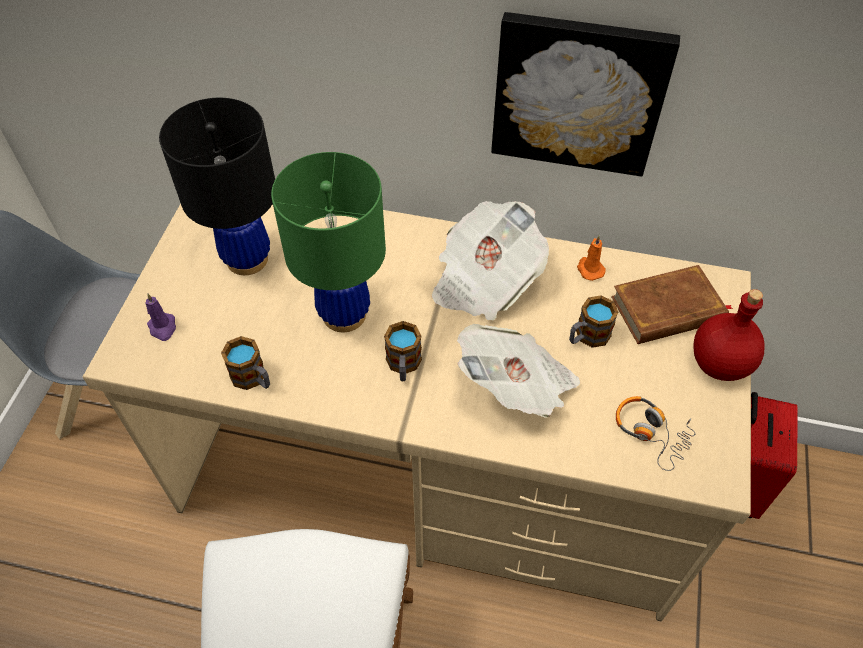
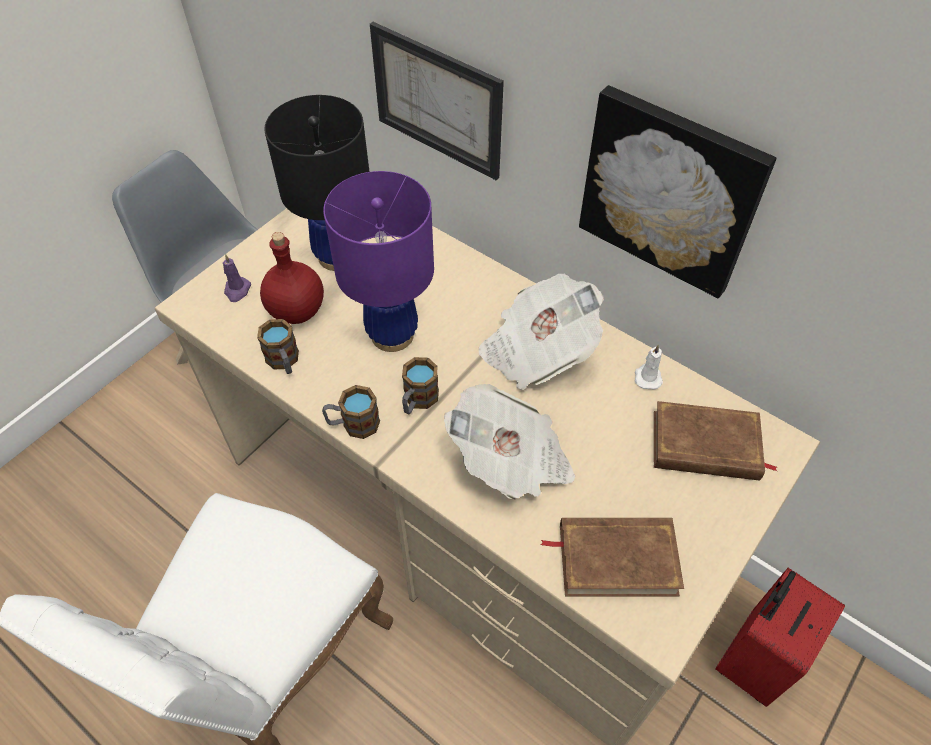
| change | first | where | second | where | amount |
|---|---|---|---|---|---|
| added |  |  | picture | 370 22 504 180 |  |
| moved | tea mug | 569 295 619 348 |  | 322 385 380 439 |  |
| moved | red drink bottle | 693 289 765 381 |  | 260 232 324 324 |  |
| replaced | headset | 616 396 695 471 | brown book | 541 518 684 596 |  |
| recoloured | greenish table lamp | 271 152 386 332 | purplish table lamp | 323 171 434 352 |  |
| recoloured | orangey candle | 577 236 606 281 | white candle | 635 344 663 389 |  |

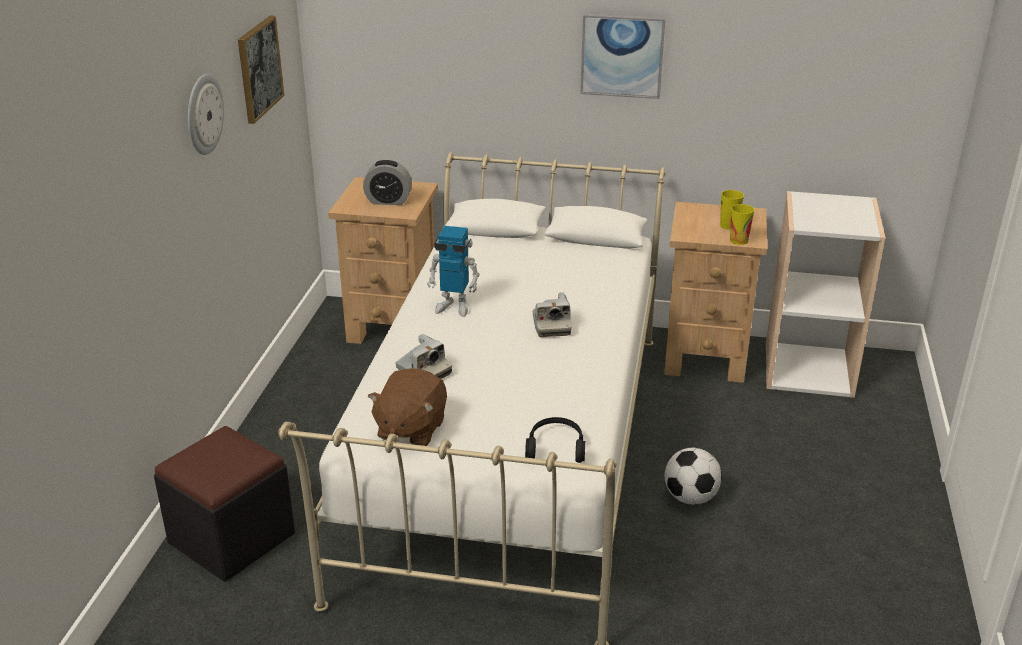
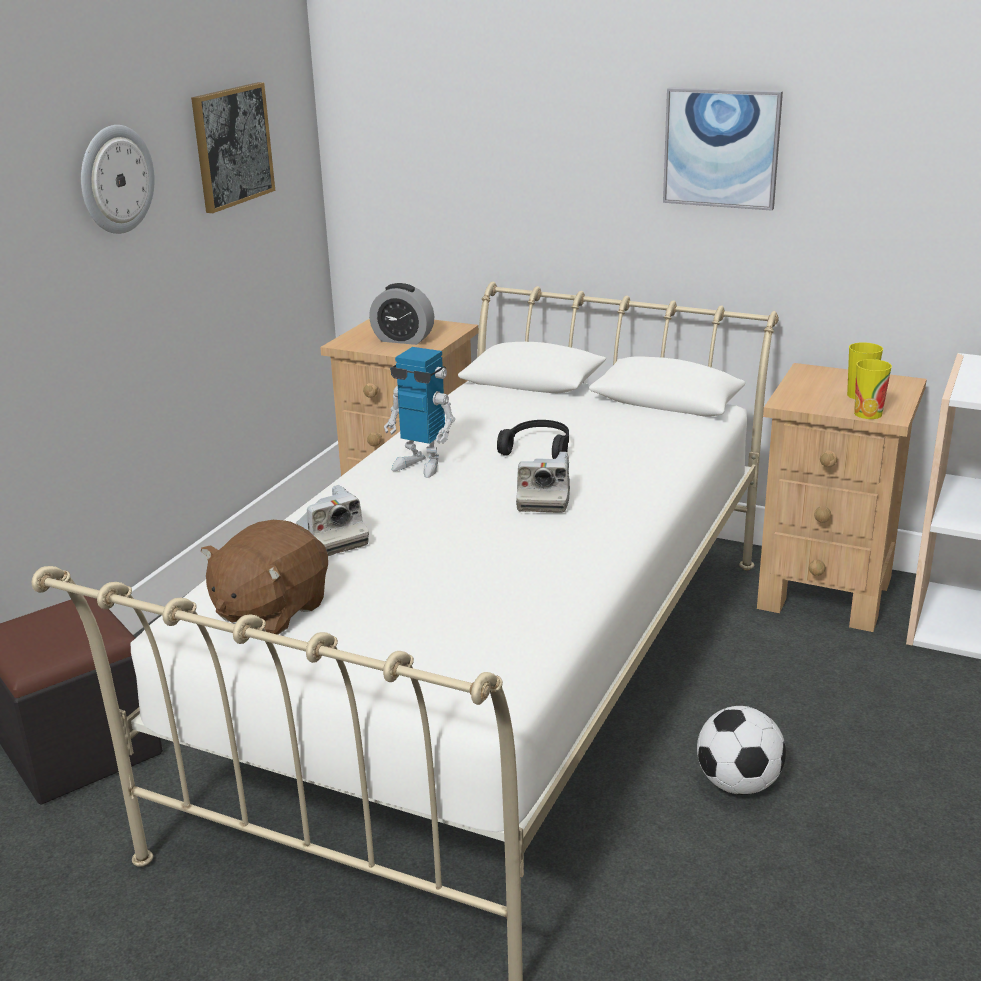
| change | first | where | second | where | amount |
|---|---|---|---|---|---|
| moved | black-coloured headset | 525 417 585 463 |  | 497 420 569 459 |  |

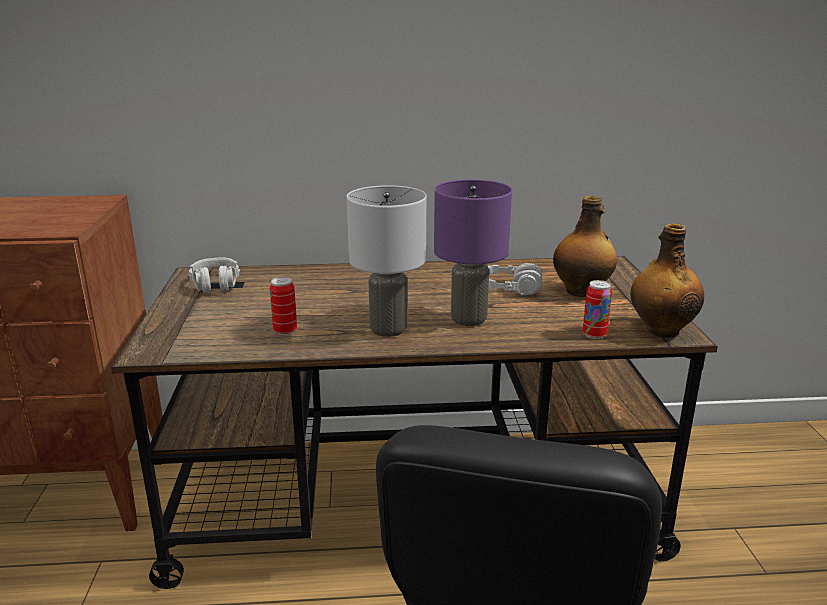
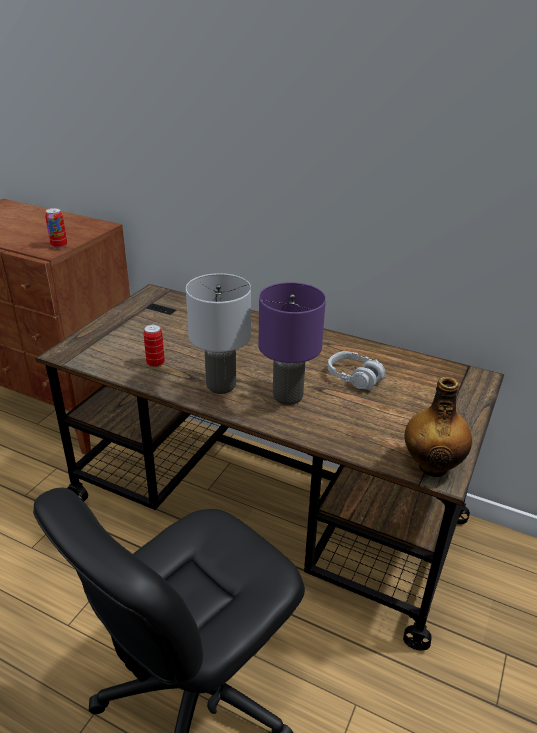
| change | first | where | second | where | amount |
|---|---|---|---|---|---|
| removed | greyish headset | 188 258 240 292 |  |  |  |
| removed | drink bottle | 553 196 617 297 |  |  |  |
| moved | can | 583 280 612 339 |  | 45 208 67 249 |  |

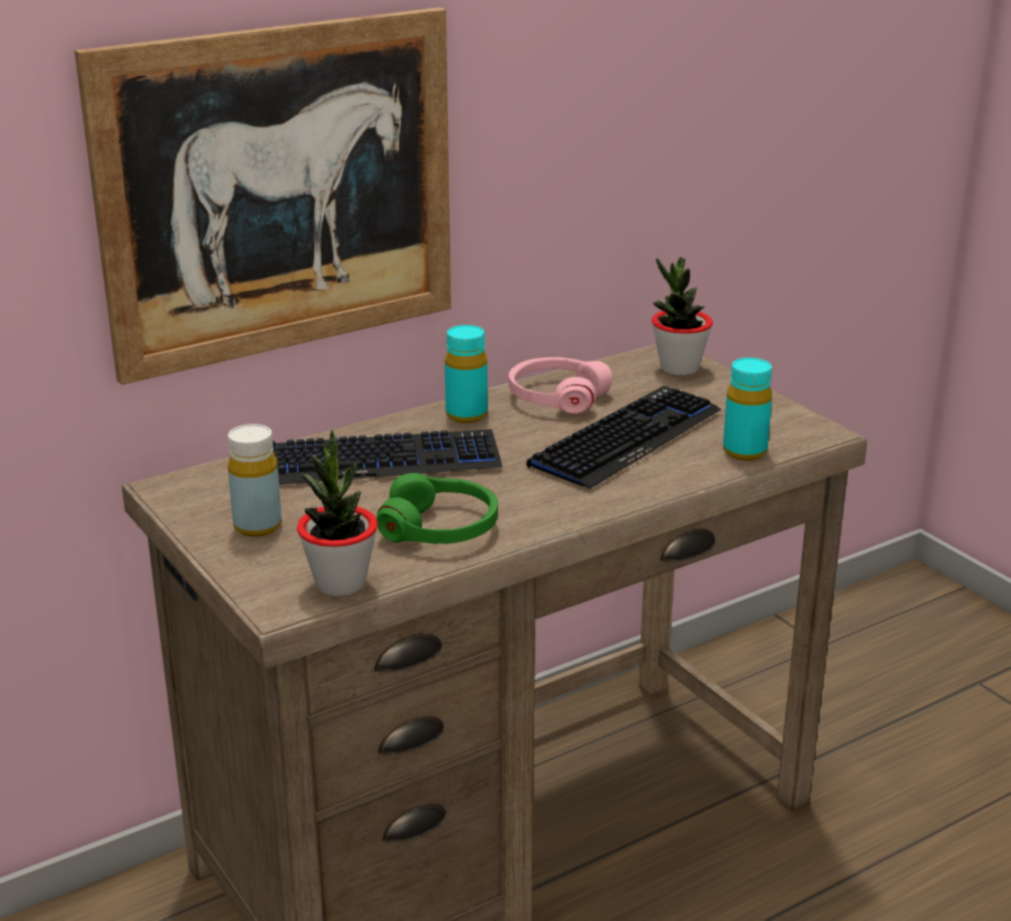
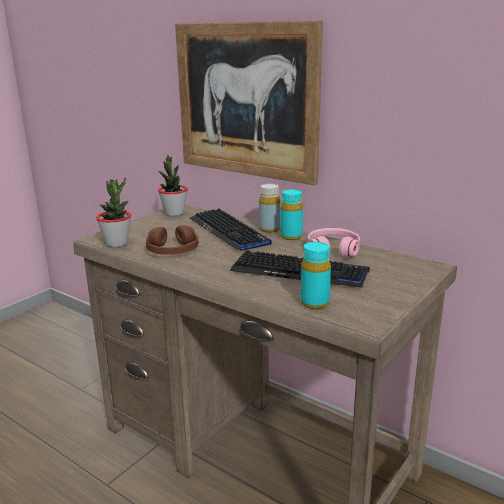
| change | first | where | second | where | amount |
|---|---|---|---|---|---|
| moved | yellow drink bottle | 228 424 282 537 |  | 259 184 280 233 |  |
| moved | plant in a pot | 652 257 713 376 |  | 158 155 188 216 |  |
| recoloured | greenish headset | 376 473 498 544 | brown headset | 146 225 199 255 |  |

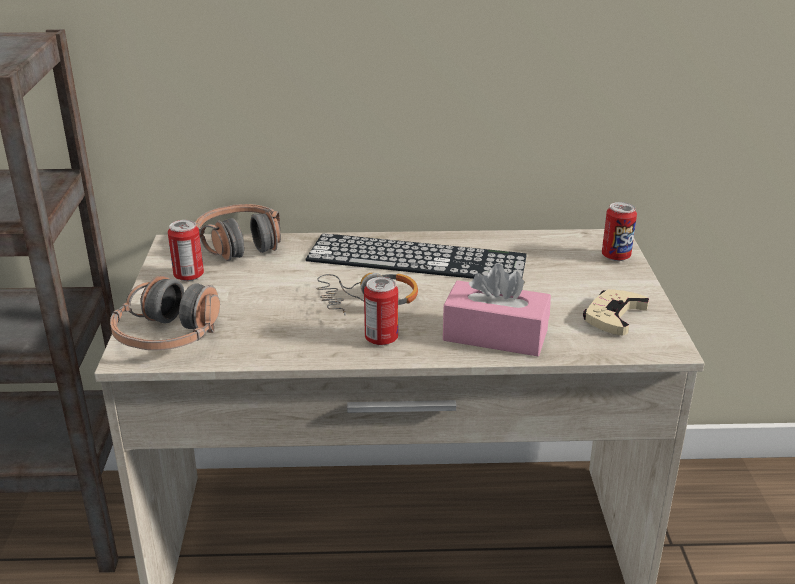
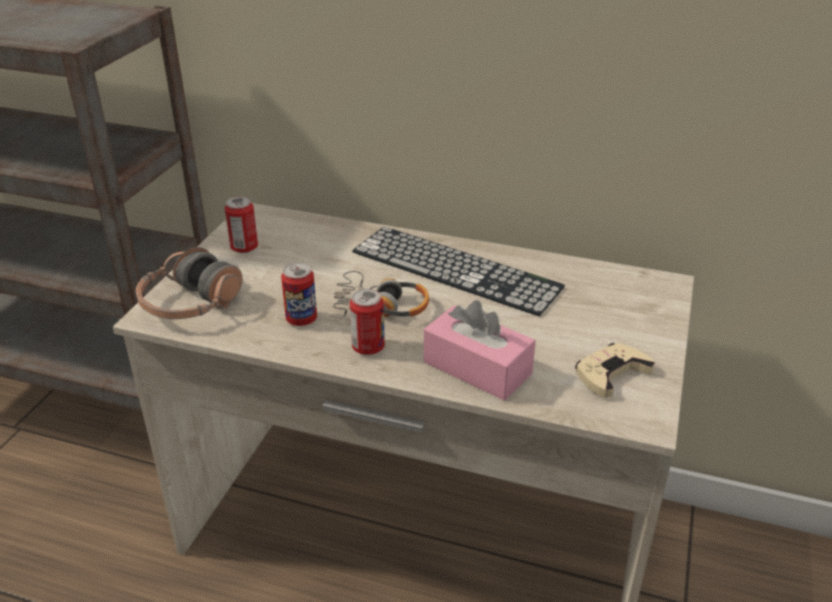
| change | first | where | second | where | amount |
|---|---|---|---|---|---|
| removed | headset | 195 204 281 261 |  |  |  |
| moved | can | 602 202 637 261 |  | 281 263 317 326 |  |

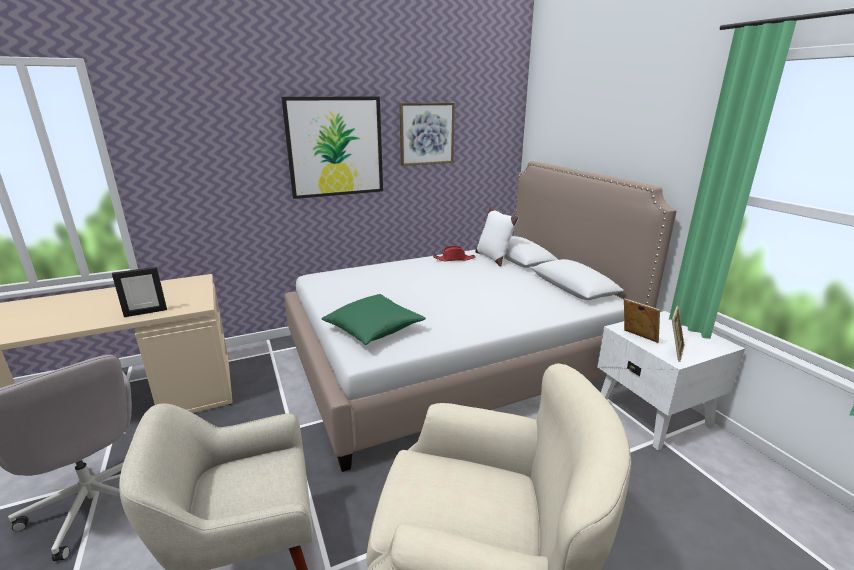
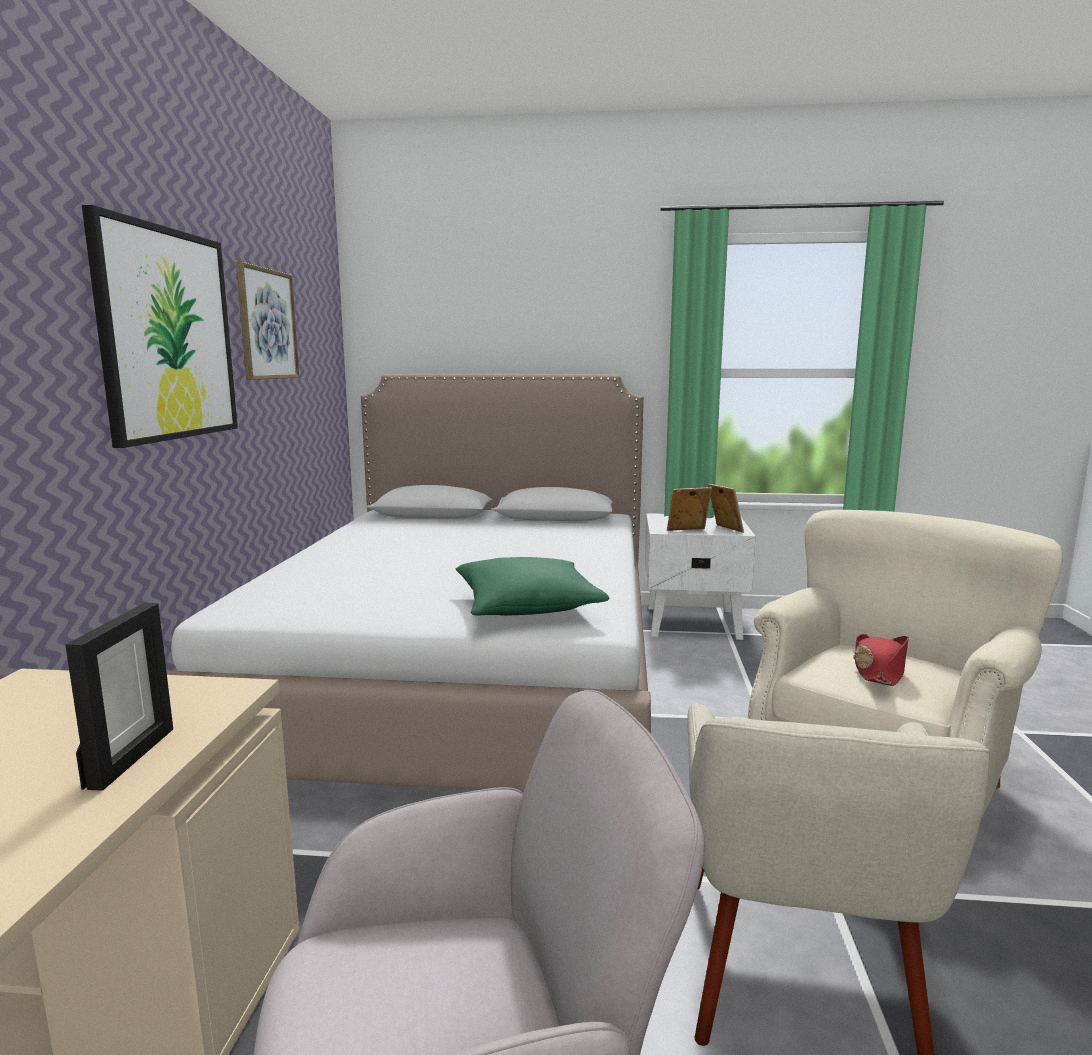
| change | first | where | second | where | amount |
|---|---|---|---|---|---|
| removed | white pillow | 475 207 519 267 |  |  |  |
| moved | red hat | 433 246 475 261 |  | 853 634 909 686 |  |

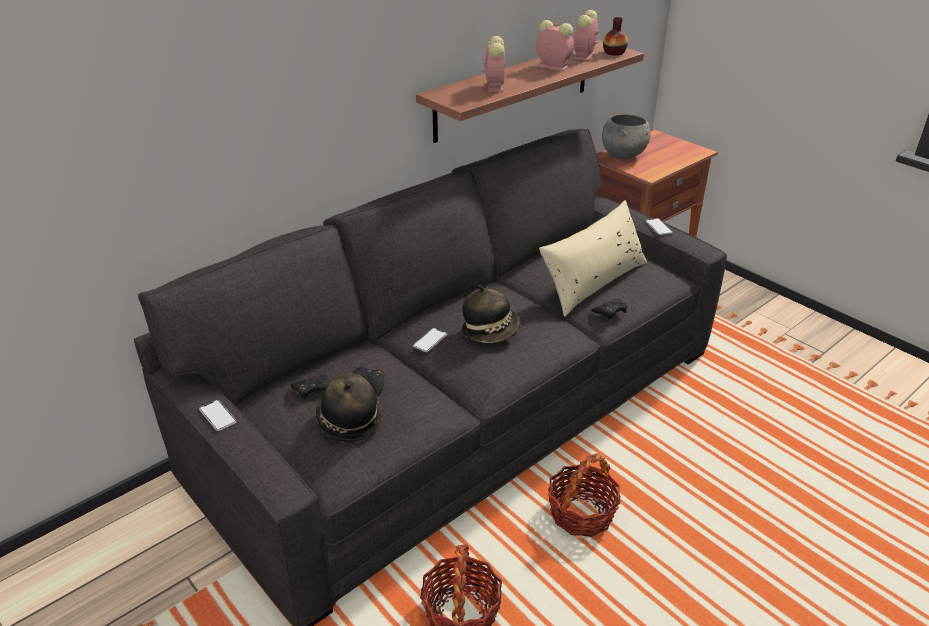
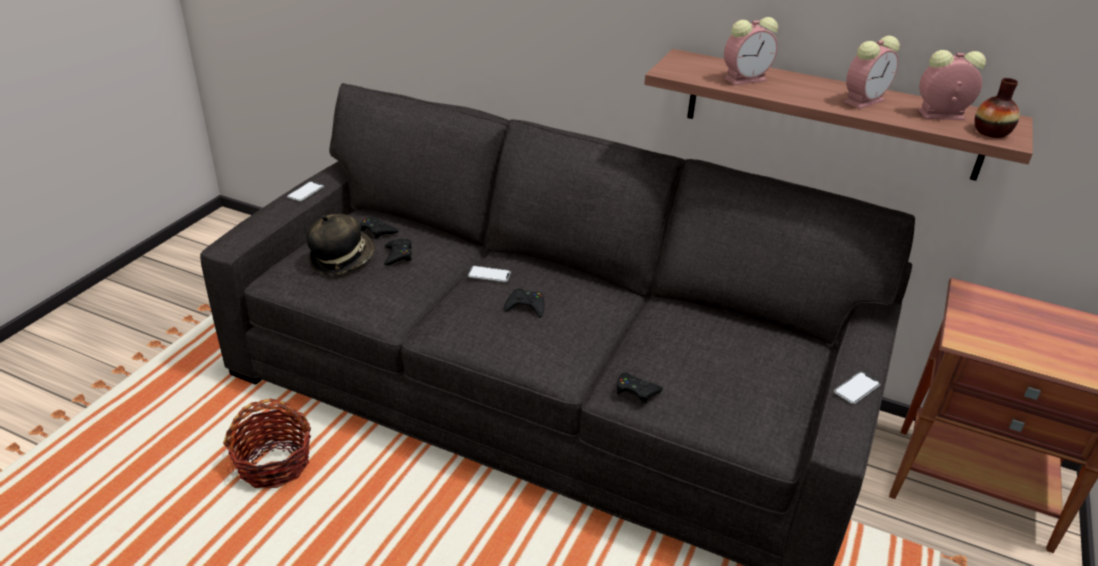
| change | first | where | second | where | amount |
|---|---|---|---|---|---|
| removed | beige pillow | 539 200 647 317 |  |  |  |
| removed | household basket | 548 453 621 537 |  |  |  |
| removed | greyish deep dish | 602 114 651 159 |  |  |  |
| replaced | hat | 462 285 520 343 | black-coloured joypad | 504 288 544 318 |  |
| turned | alarm clock | 536 20 574 72 |  | 843 36 900 109 | 45 degrees clockwise |

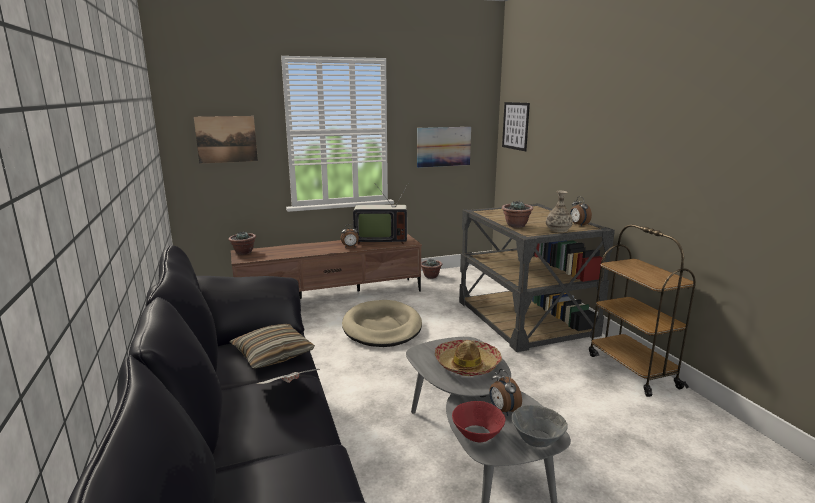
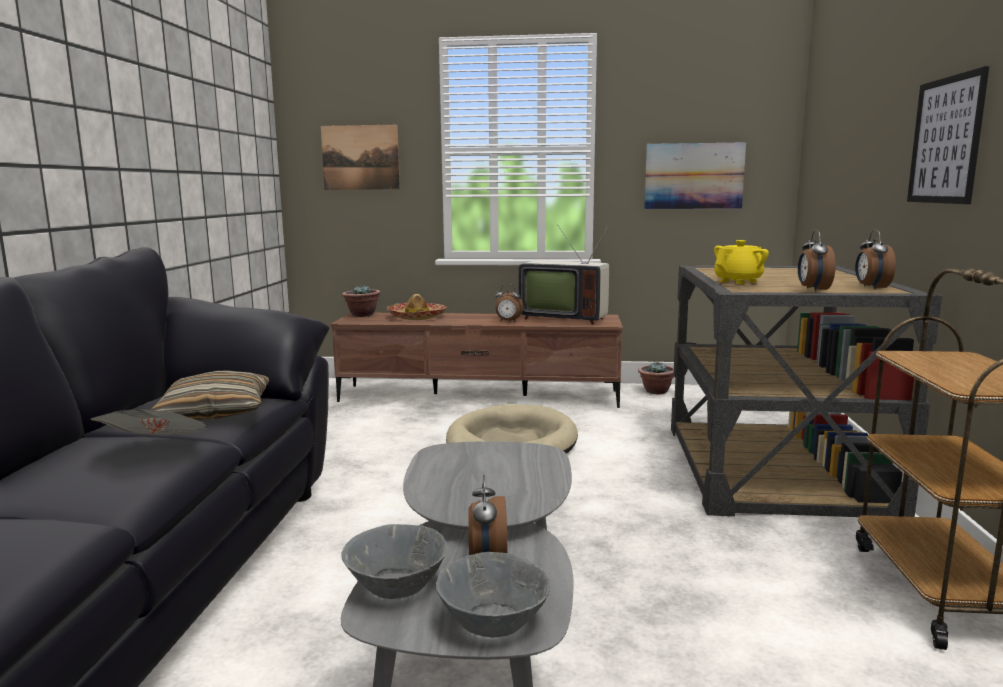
| change | first | where | second | where | amount |
|---|---|---|---|---|---|
| moved | hat | 435 340 502 376 |  | 387 294 447 320 |  |
| moved | picture | 502 102 530 151 |  | 907 66 989 204 |  |
| replaced | plant in a pot | 502 201 533 228 | yellow tea pot | 714 240 769 284 |  |
| replaced | vase | 546 191 573 233 | alarm clock | 798 230 836 292 |  |
| recoloured | red deep dish | 452 401 506 442 | greyish deep dish | 342 524 447 599 |  |

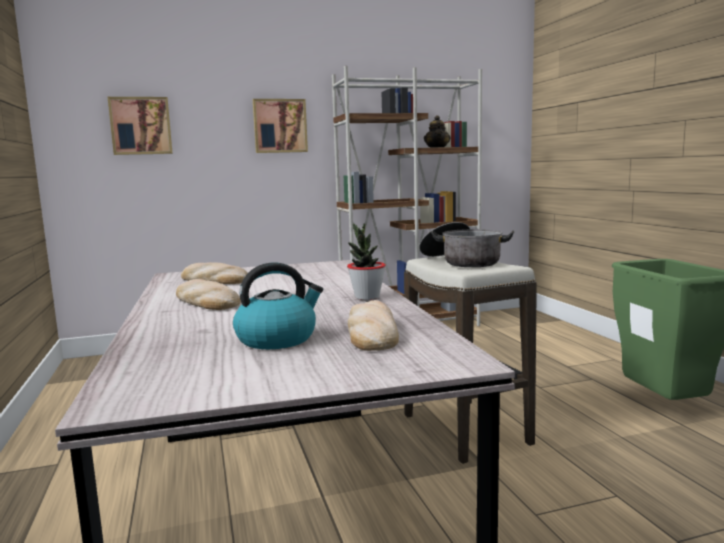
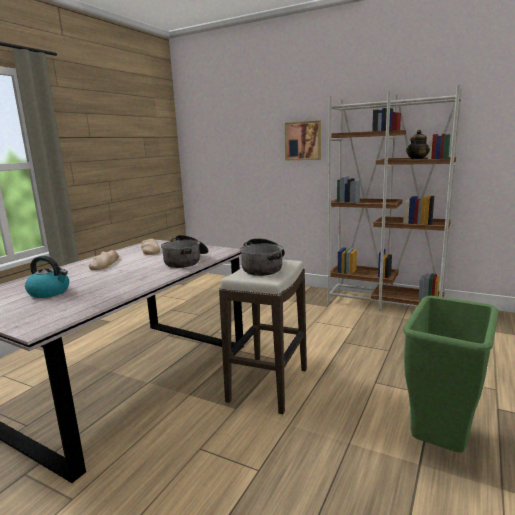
| change | first | where | second | where | amount |
|---|---|---|---|---|---|
| removed | picture | 108 97 173 155 |  |  |  |
| removed | plant in a pot | 347 222 386 300 |  |  |  |
| removed | bakery bread | 348 300 399 351 |  |  |  |
| added |  |  | stockpot | 161 235 208 268 |  |

